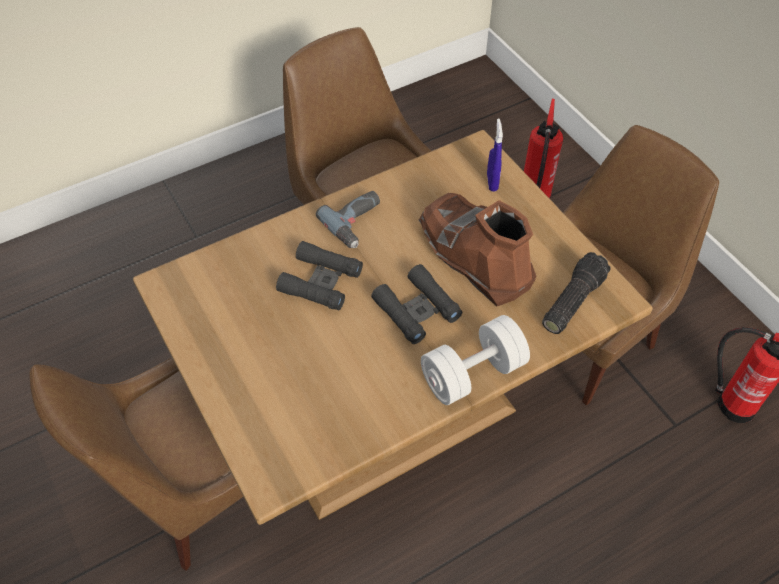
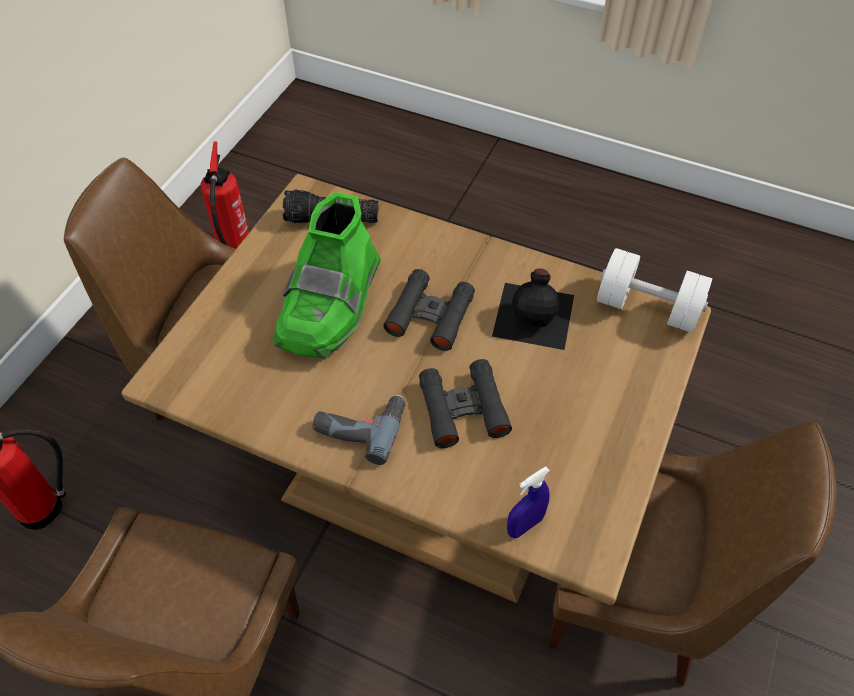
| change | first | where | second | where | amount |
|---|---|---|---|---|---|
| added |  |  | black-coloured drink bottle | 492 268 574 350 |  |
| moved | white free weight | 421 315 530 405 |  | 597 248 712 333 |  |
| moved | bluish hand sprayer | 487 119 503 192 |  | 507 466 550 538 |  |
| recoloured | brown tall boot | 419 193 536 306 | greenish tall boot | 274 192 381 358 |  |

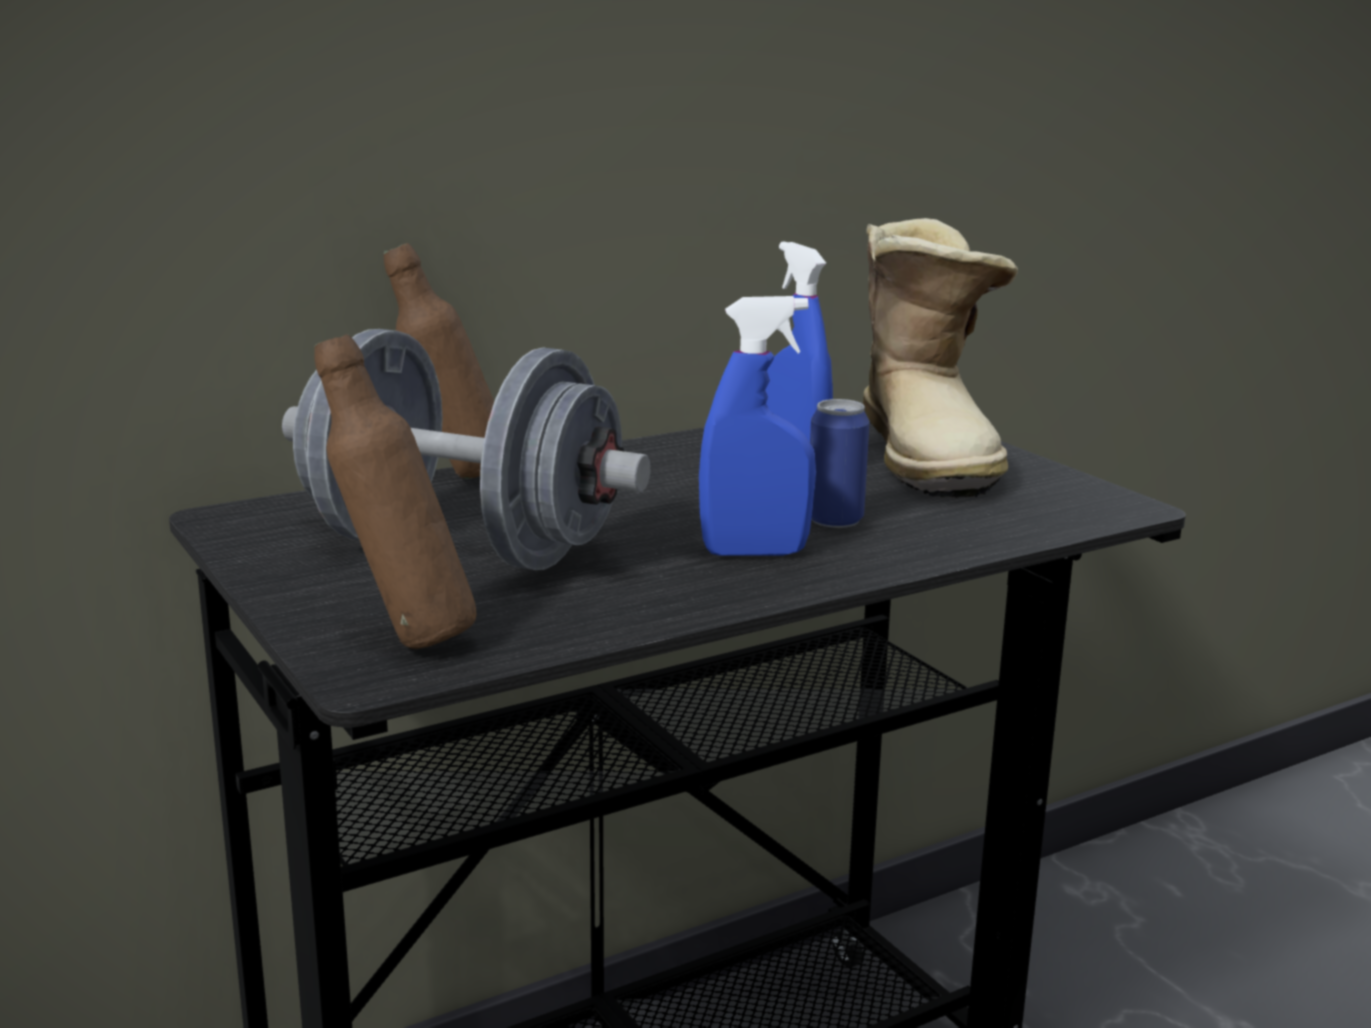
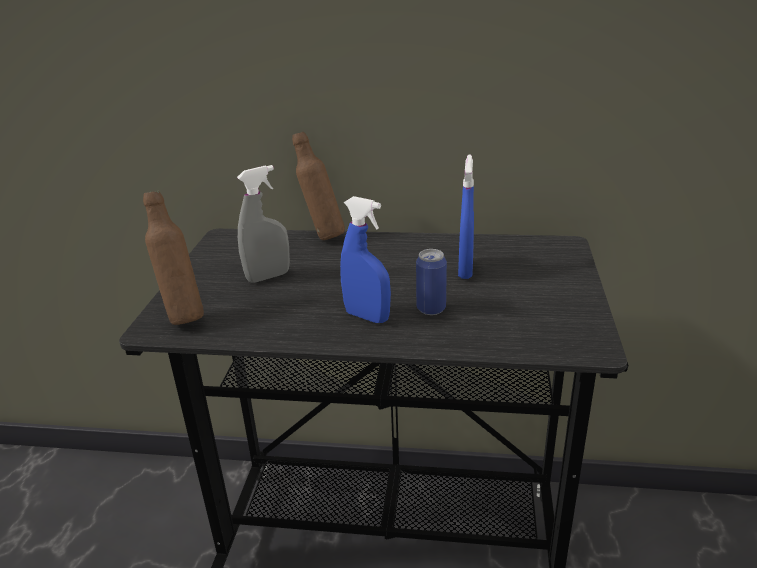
| change | first | where | second | where | amount |
|---|---|---|---|---|---|
| removed | tall boot | 863 218 1018 498 |  |  |  |
| replaced | greyish free weight | 282 329 651 570 | greyish hand sprayer | 237 165 290 283 |  |

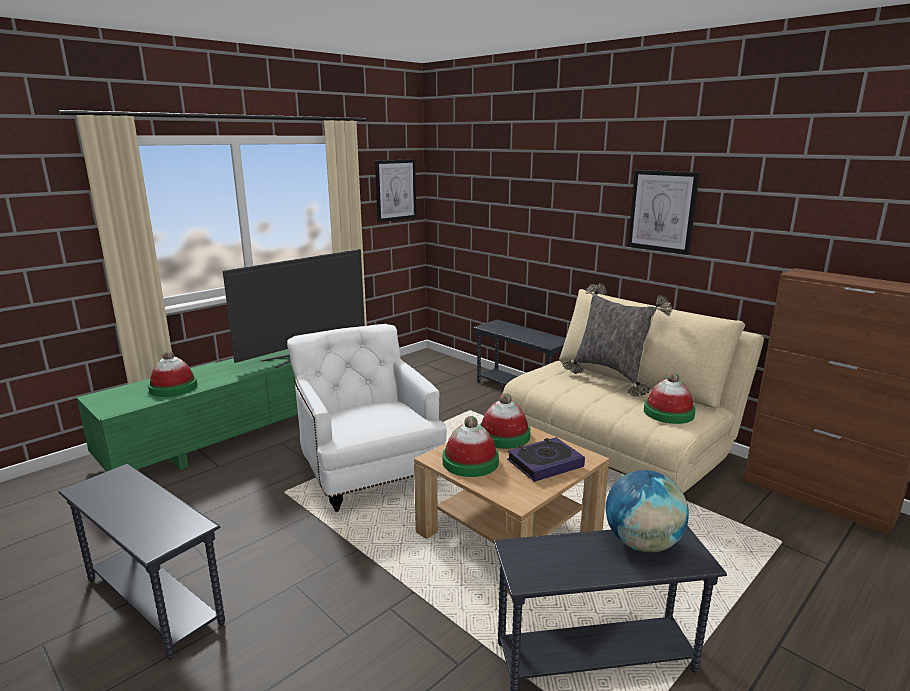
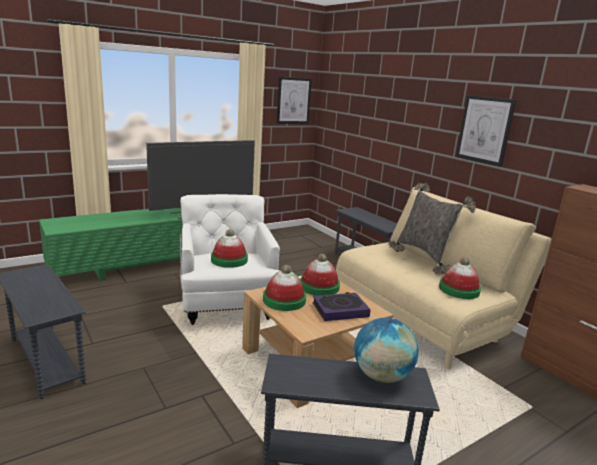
| change | first | where | second | where | amount |
|---|---|---|---|---|---|
| moved | hat | 148 351 197 397 |  | 211 229 248 268 |  |

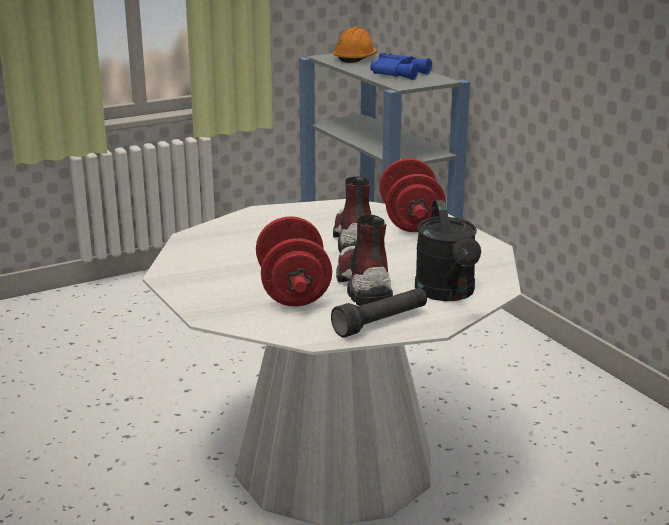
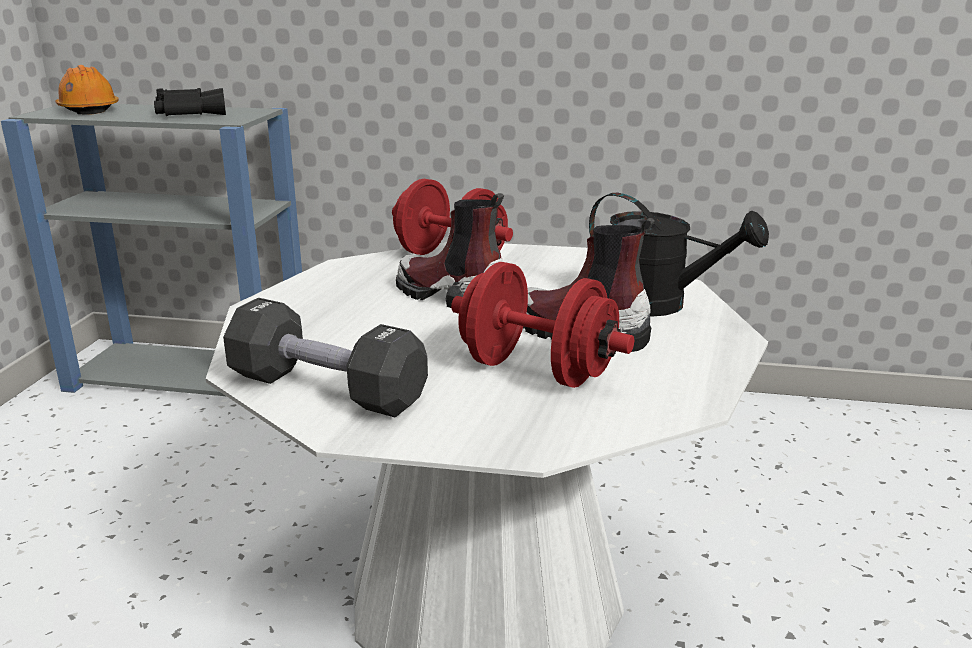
| change | first | where | second | where | amount |
|---|---|---|---|---|---|
| removed | black-coloured flashlight | 331 288 427 338 |  |  |  |
| added |  |  | black-coloured free weight | 223 298 428 417 |  |
| recoloured | bluish binoculars | 370 53 432 80 | black-coloured binoculars | 154 88 226 116 |  |

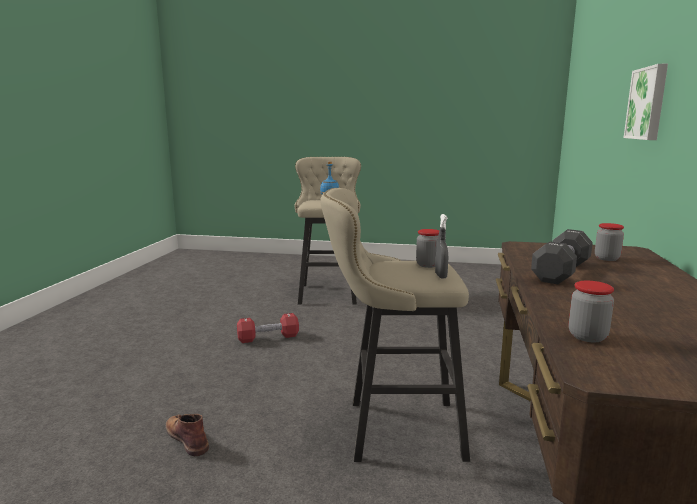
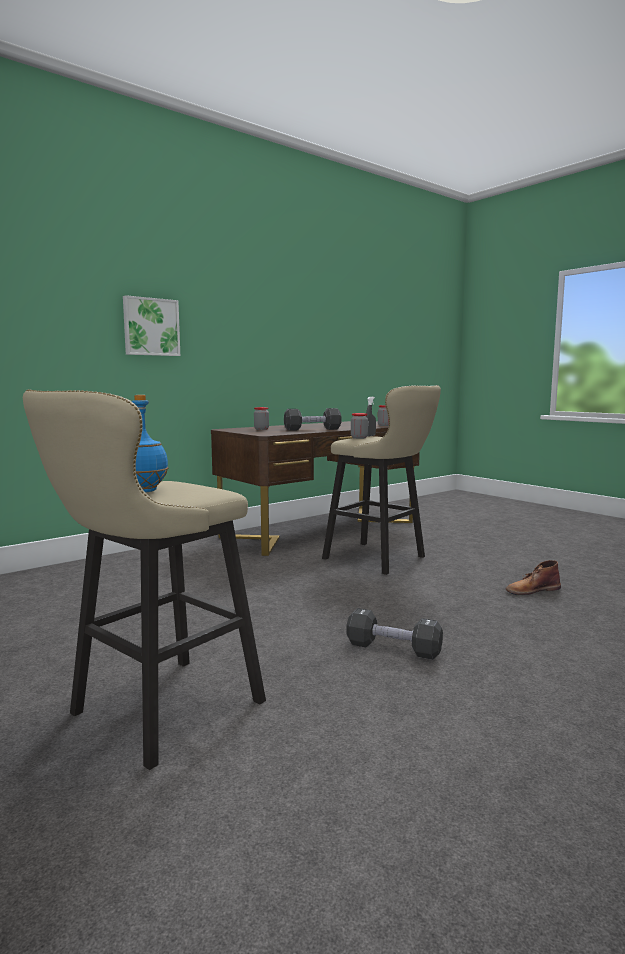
| change | first | where | second | where | amount |
|---|---|---|---|---|---|
| recoloured | red free weight | 237 313 299 343 | black-coloured free weight | 346 608 443 660 |  |
| turned | brown tall boot | 166 414 209 456 |  | 505 560 561 595 | 75 degrees clockwise |

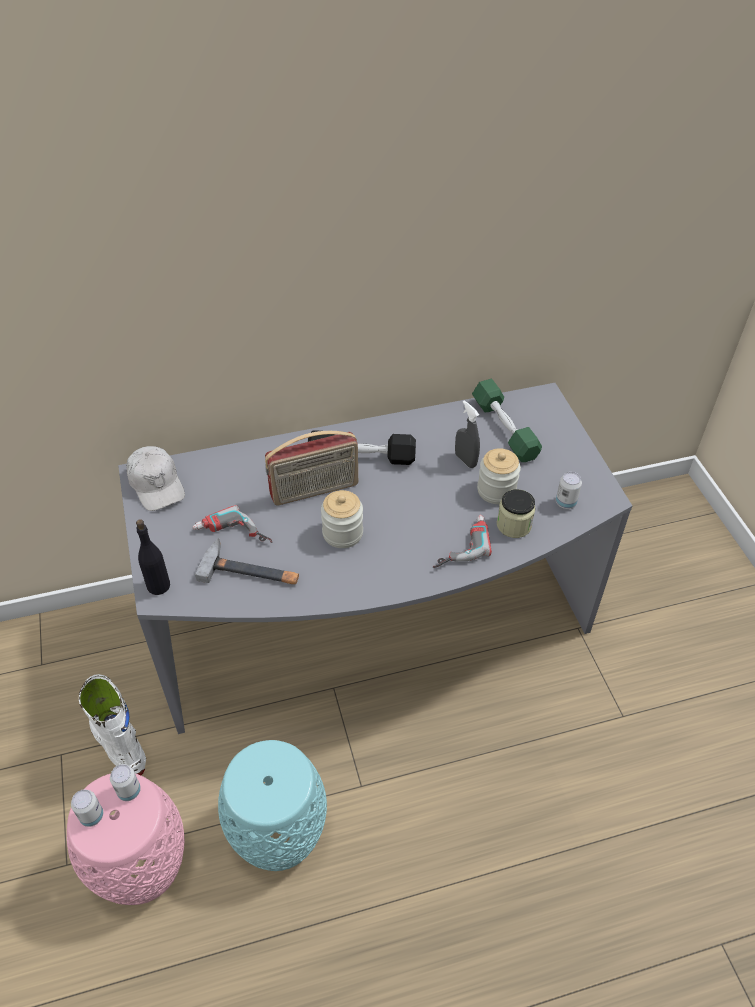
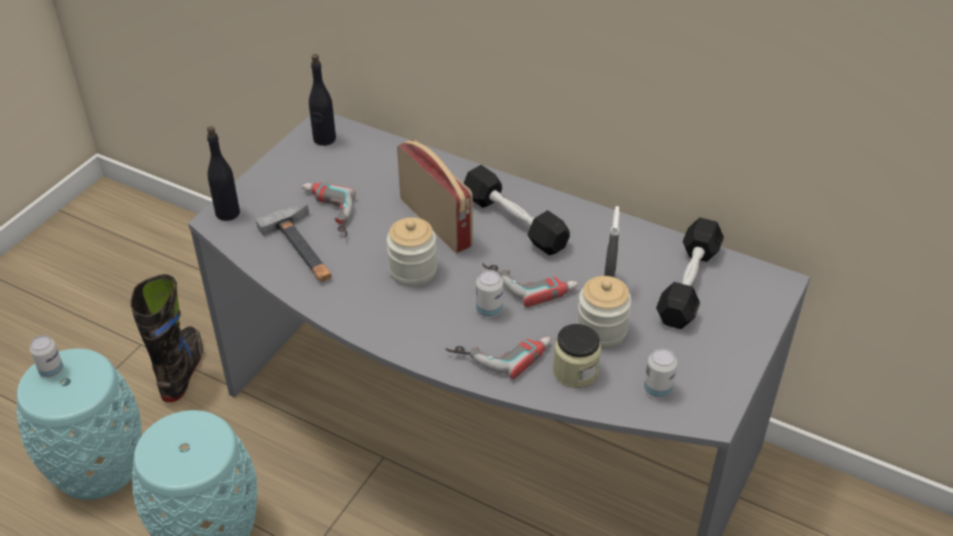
| change | first | where | second | where | amount |
|---|---|---|---|---|---|
| added |  |  | drill | 482 263 578 307 |  |
| moved | can | 110 764 141 801 |  | 476 270 503 317 |  |
| replaced | white baseball cap | 127 446 185 511 | black-coloured drink bottle | 309 54 336 146 |  |
| recoloured | pink sitting stool | 67 774 184 905 | blue-green sitting stool | 17 349 142 500 |  |
| recoloured | white tall boot | 79 674 146 775 | black-coloured tall boot | 130 274 203 402 |  |
| recoloured | greenish free weight | 472 379 542 462 | black-coloured free weight | 656 217 724 329 |  |
| turned | radio receiver | 265 431 358 506 |  | 397 140 473 253 | 150 degrees counterclockwise |

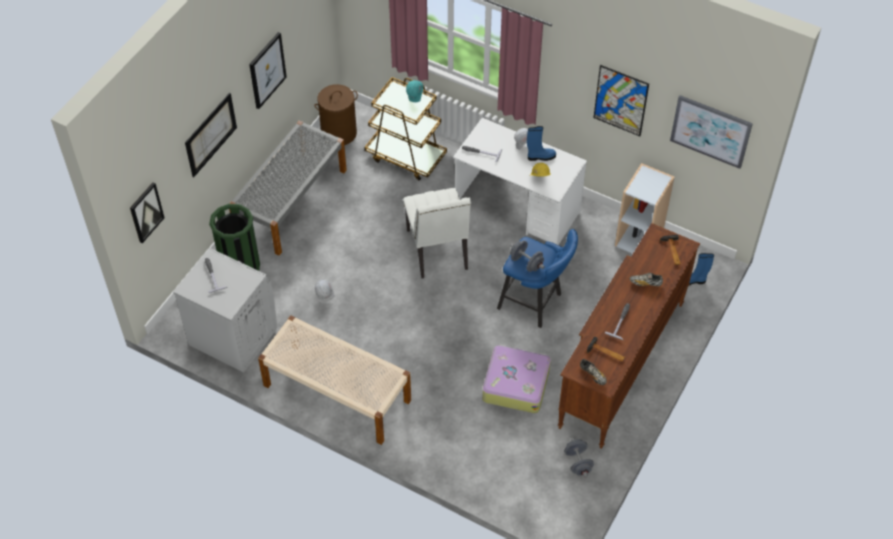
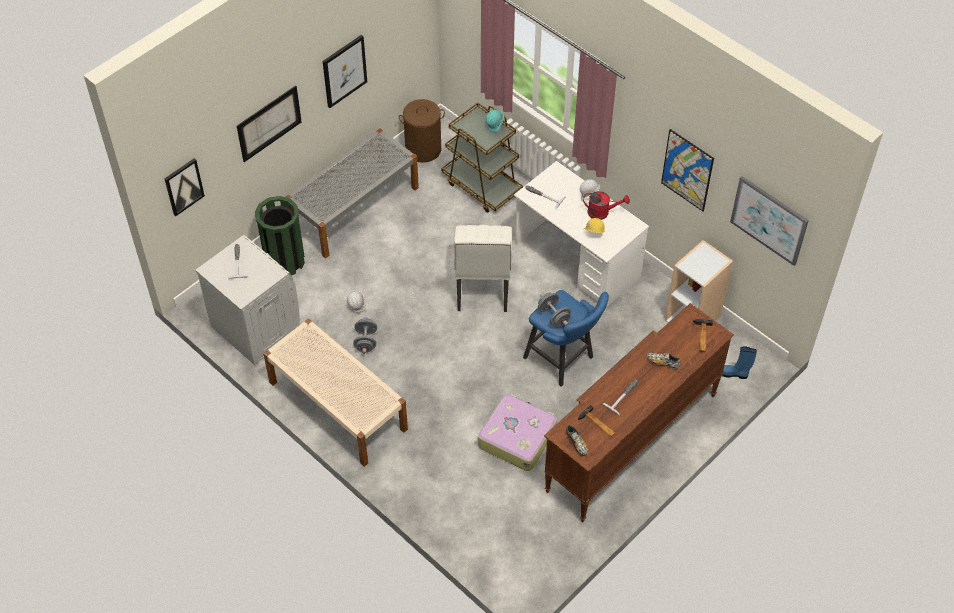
| change | first | where | second | where | amount |
|---|---|---|---|---|---|
| moved | greyish free weight | 564 438 594 478 |  | 353 317 377 354 |  |
| replaced | bluish tall boot | 527 126 556 161 | red sprinkling can | 583 191 630 220 |  |

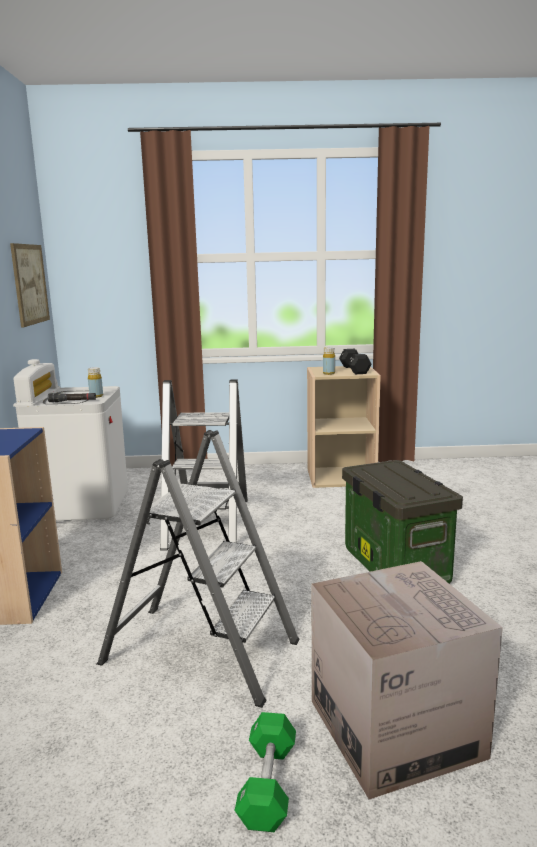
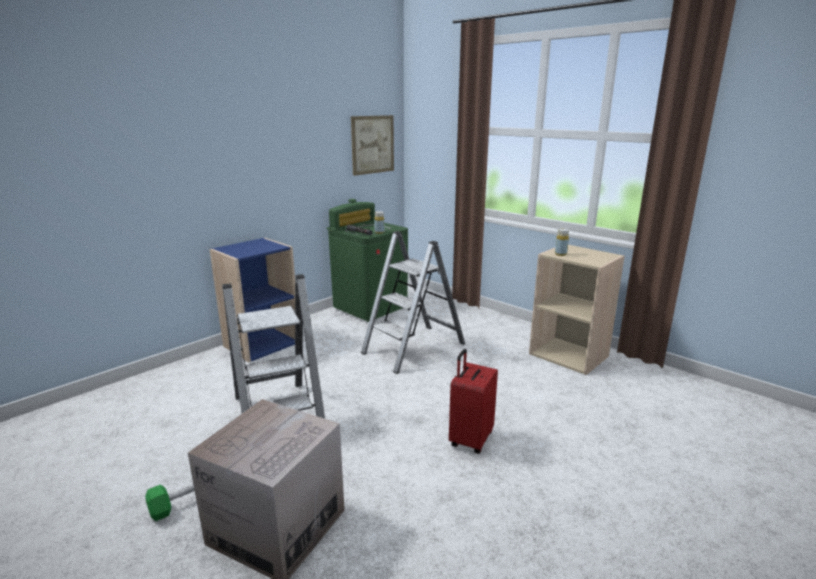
| change | first | where | second | where | amount |
|---|---|---|---|---|---|
| removed | black-coloured free weight | 339 349 372 374 |  |  |  |
| replaced | storage box | 342 460 463 584 | red piece of luggage | 449 349 498 454 |  |
| recoloured | white laundry machine | 13 359 128 521 | greenish laundry machine | 327 199 408 322 |  |

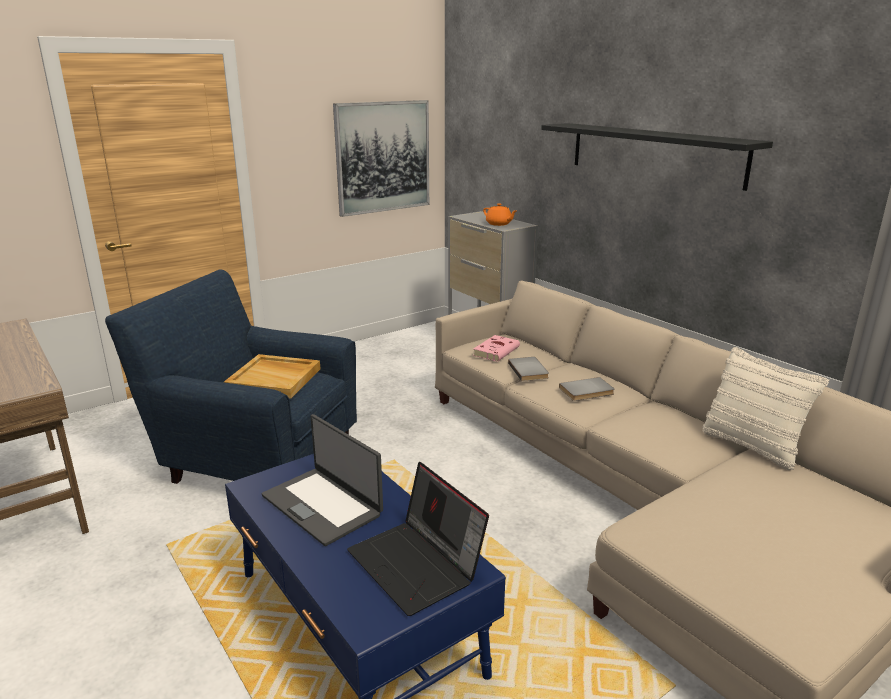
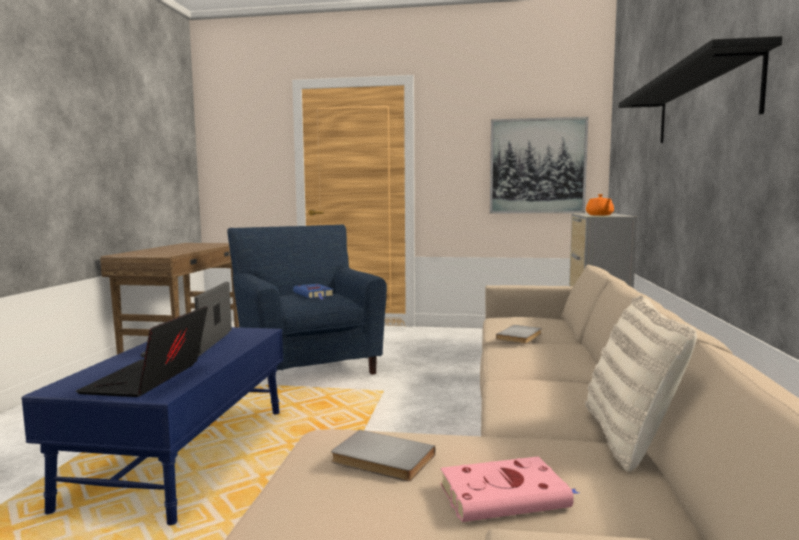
| change | first | where | second | where | amount |
|---|---|---|---|---|---|
| moved | pink book | 473 335 520 362 |  | 441 456 579 522 |  |
| moved | greyish book | 559 377 614 401 |  | 331 430 435 481 |  |
| replaced | beige tray | 224 354 320 399 | bluish book | 293 284 334 299 |  |

